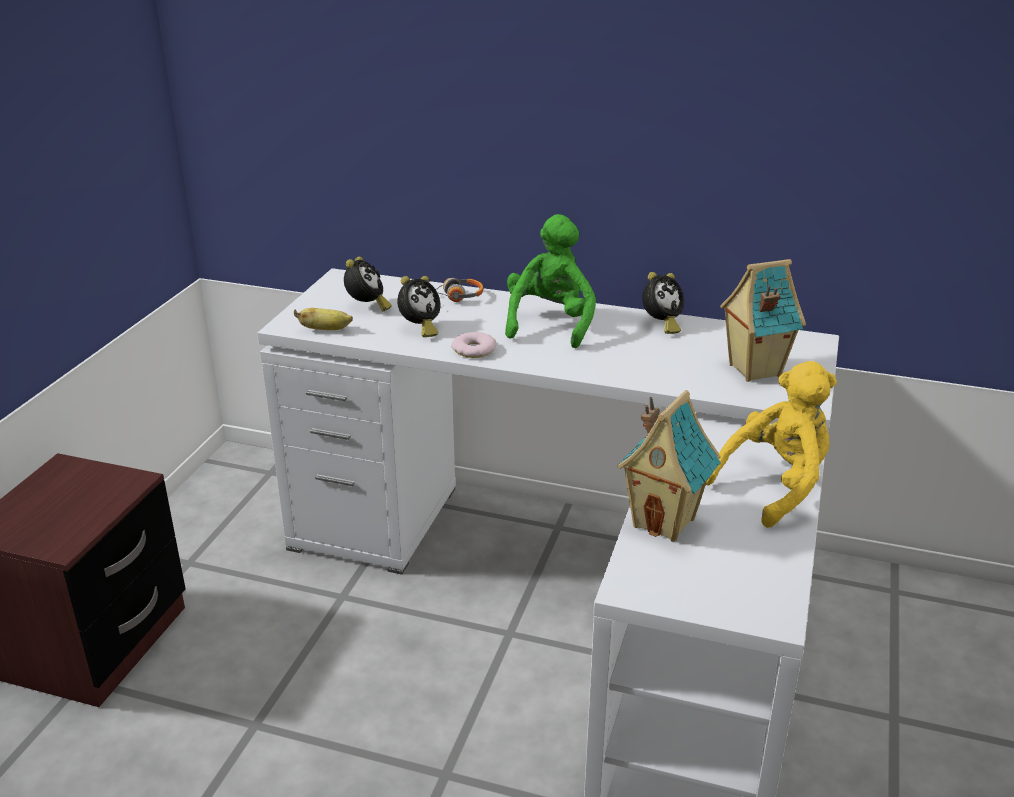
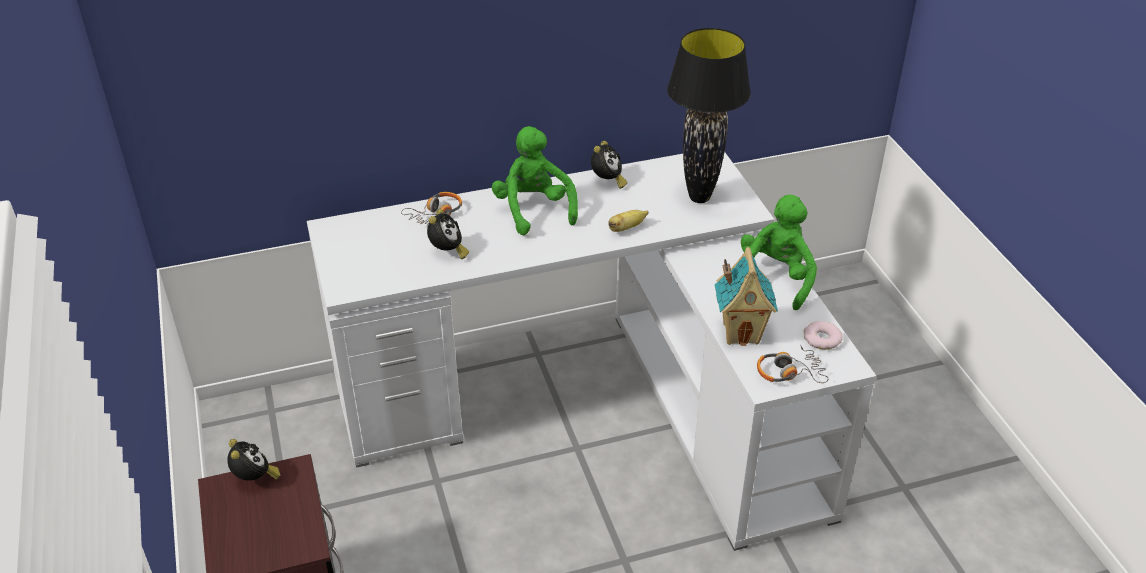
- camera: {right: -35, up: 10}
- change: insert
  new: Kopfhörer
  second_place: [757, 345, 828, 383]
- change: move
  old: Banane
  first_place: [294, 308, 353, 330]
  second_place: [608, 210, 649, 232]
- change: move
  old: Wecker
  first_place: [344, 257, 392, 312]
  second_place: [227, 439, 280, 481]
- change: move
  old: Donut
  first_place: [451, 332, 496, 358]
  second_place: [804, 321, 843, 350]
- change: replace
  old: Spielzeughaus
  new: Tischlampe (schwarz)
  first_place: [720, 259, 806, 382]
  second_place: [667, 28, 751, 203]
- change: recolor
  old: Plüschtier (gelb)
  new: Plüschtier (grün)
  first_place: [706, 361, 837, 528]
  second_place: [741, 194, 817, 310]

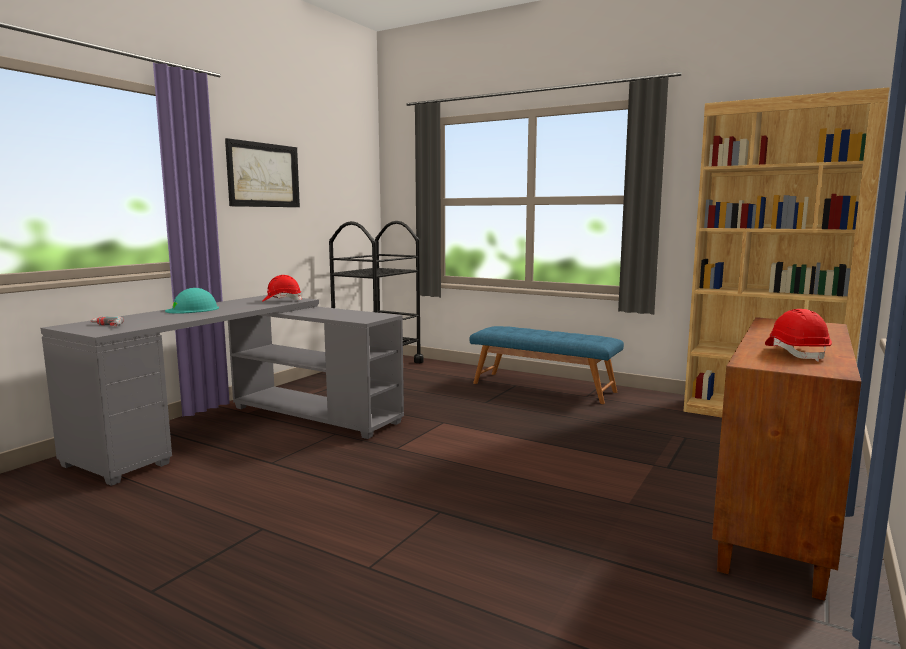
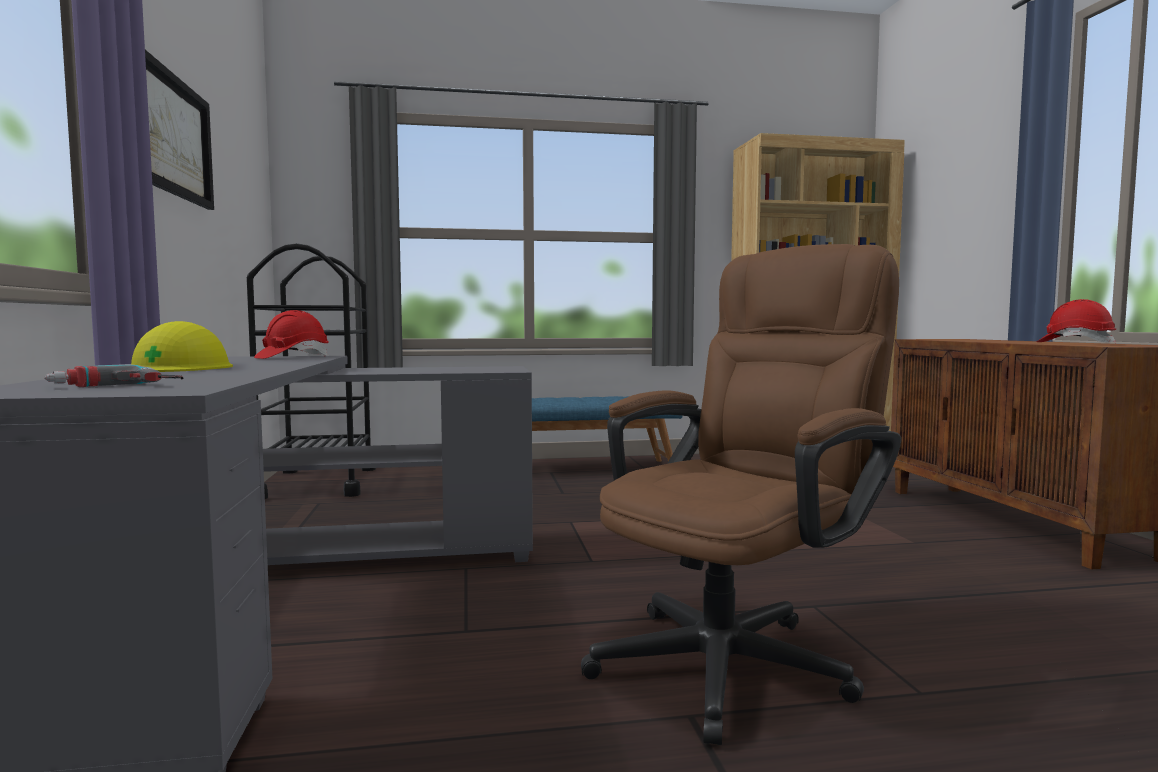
- camera: {right: -40, up: -5}
- change: insert
  new: Bürostuhl (braun)
  second_place: [581, 244, 901, 745]
- change: recolor
  old: Schutzhelm (türkis)
  new: Schutzhelm (gelb)
  first_place: [165, 288, 219, 314]
  second_place: [131, 321, 233, 372]

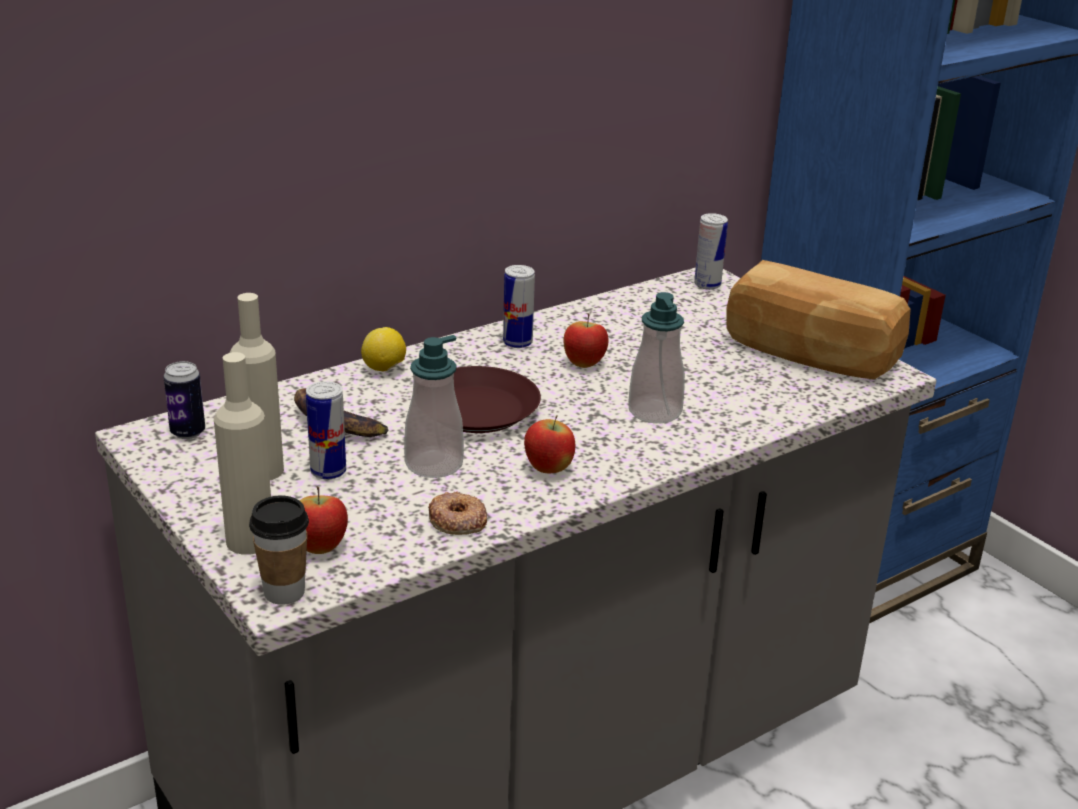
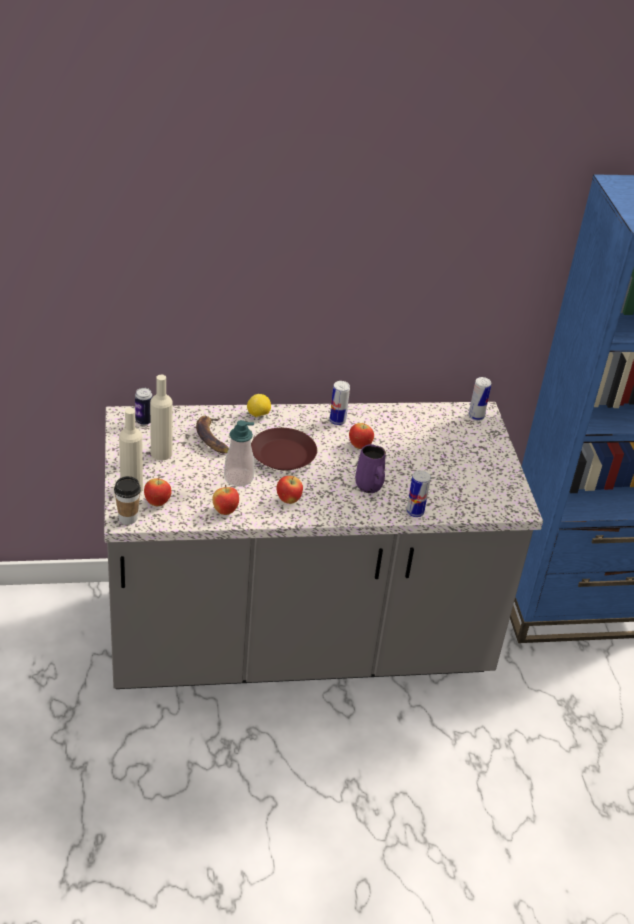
- camera: {right: 25, up: 10}
- change: delete
  old: Brot
  first_place: [726, 260, 911, 380]
- change: move
  old: Dose
  first_place: [306, 381, 346, 480]
  second_place: [406, 470, 431, 517]
- change: replace
  old: Donut
  new: Apfel
  first_place: [428, 491, 487, 535]
  second_place: [212, 485, 239, 515]
- change: replace
  old: Seifenspender
  new: Henkelbecher (lila)
  first_place: [628, 292, 685, 423]
  second_place: [355, 444, 386, 493]

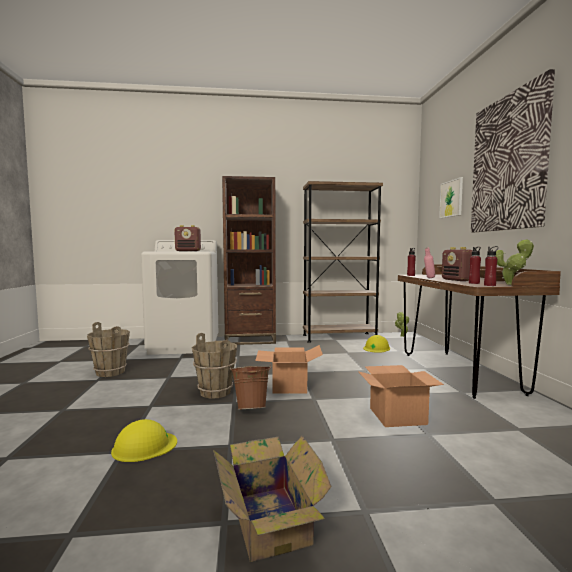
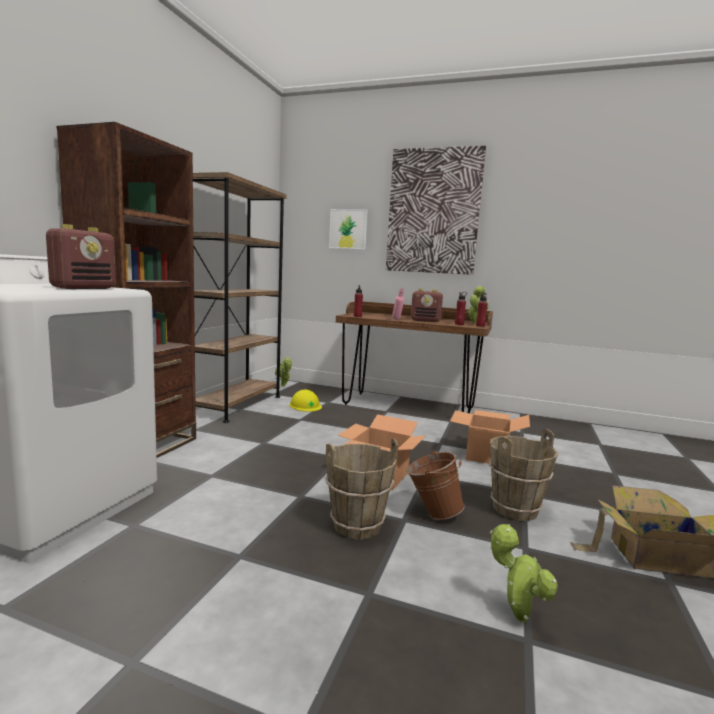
- camera: {right: -65, up: 5}
- change: move
  old: Eimer (braun)
  first_place: [87, 322, 130, 377]
  second_place: [489, 429, 558, 521]
- change: replace
  old: Schutzhelm (gelb)
  new: Topfpflanze
  first_place: [111, 419, 177, 462]
  second_place: [490, 524, 558, 623]

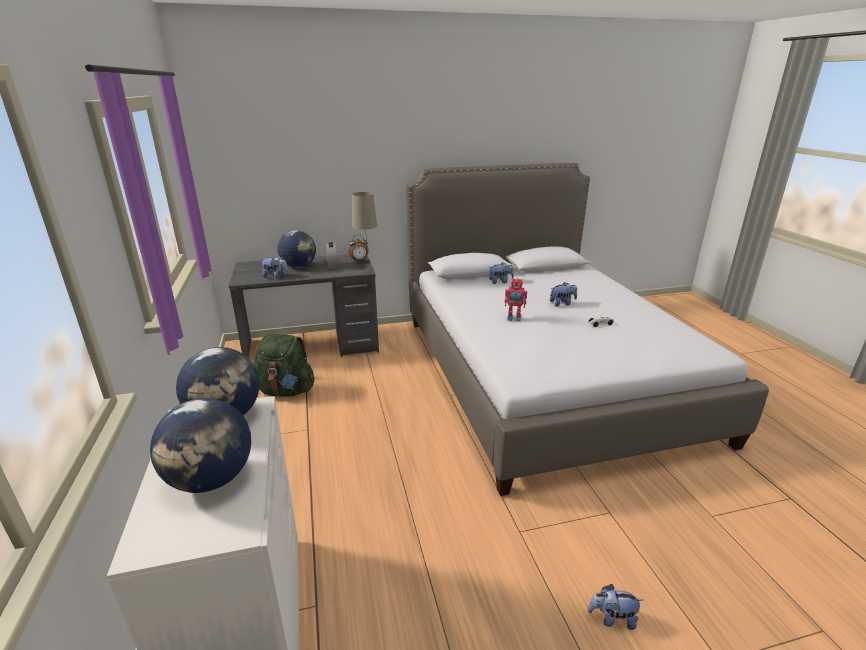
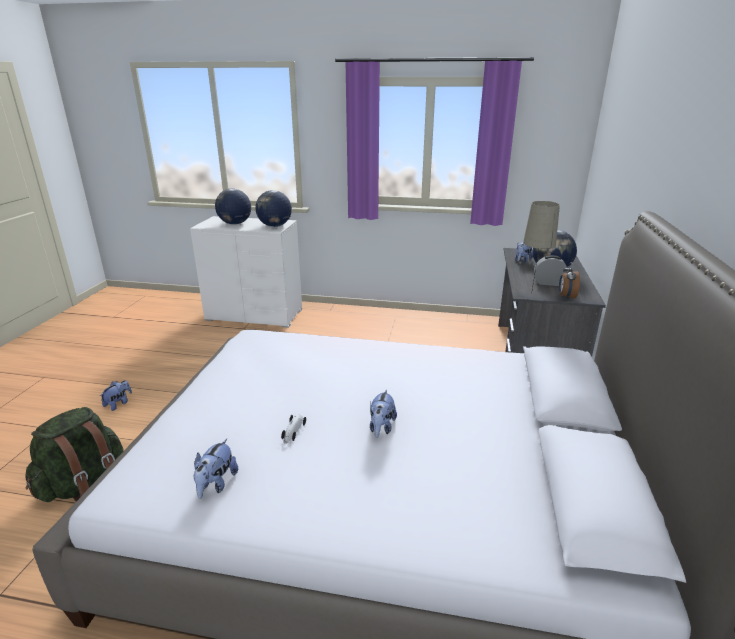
- camera: {right: 115, up: 0}
- change: delete
  old: Spielzeugroboter
  first_place: [505, 278, 527, 322]
- change: move
  old: Rucksack (grün)
  first_place: [253, 334, 314, 397]
  second_place: [25, 407, 124, 502]
- change: move
  old: Plüschtier
  first_place: [488, 262, 514, 284]
  second_place: [194, 439, 238, 499]

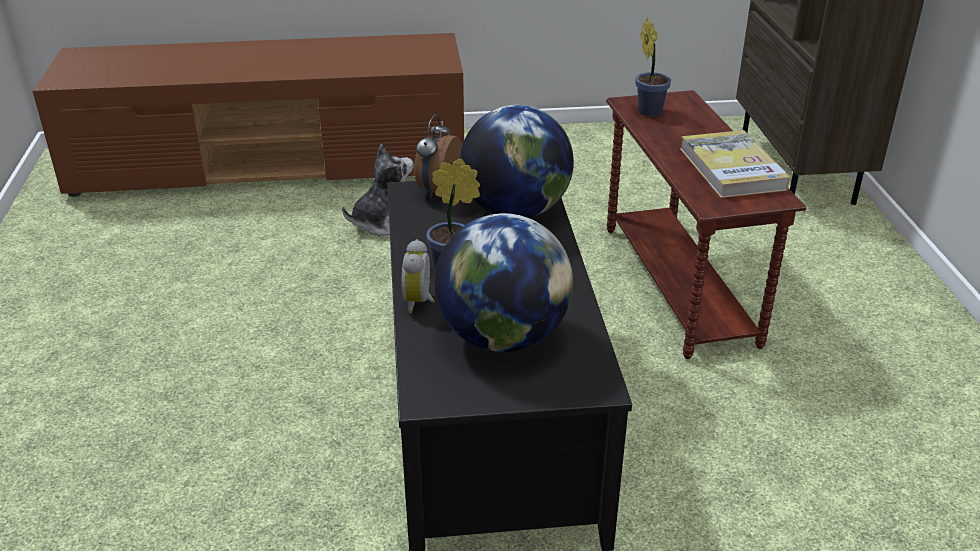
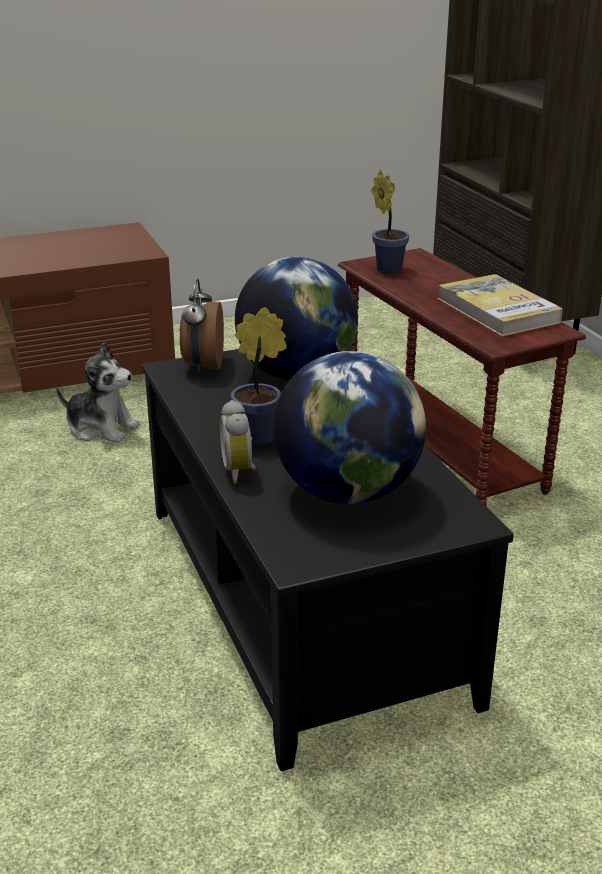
- camera: {right: -15, up: -5}
- change: rotate
  old: Plüschtier
  first_place: [342, 143, 414, 236]
  second_place: [56, 342, 140, 443]
  degrees: 75

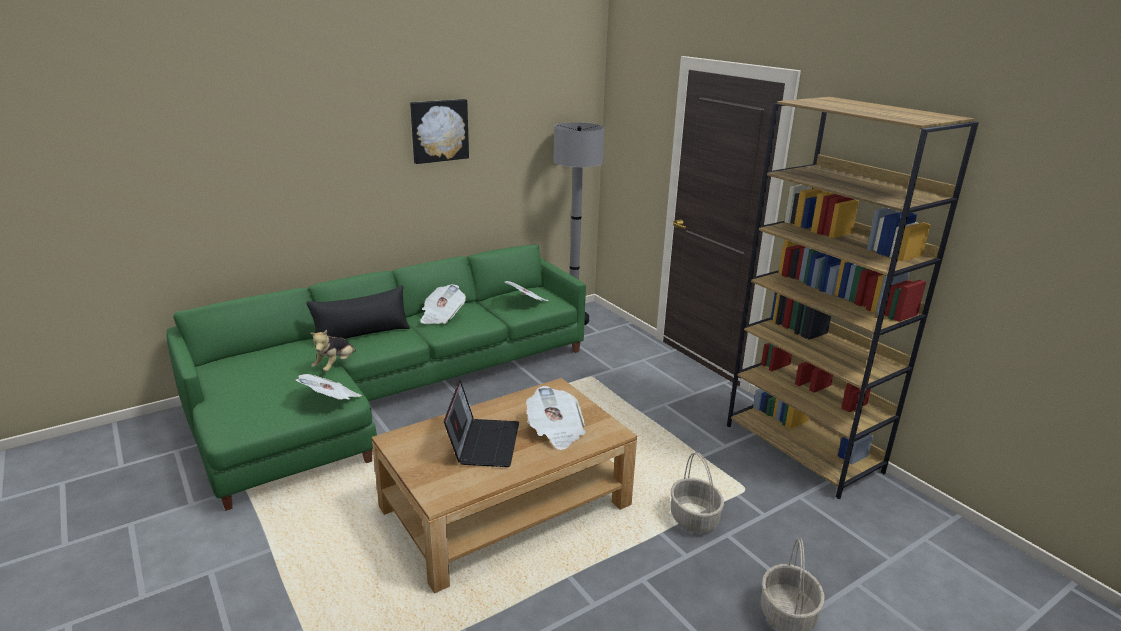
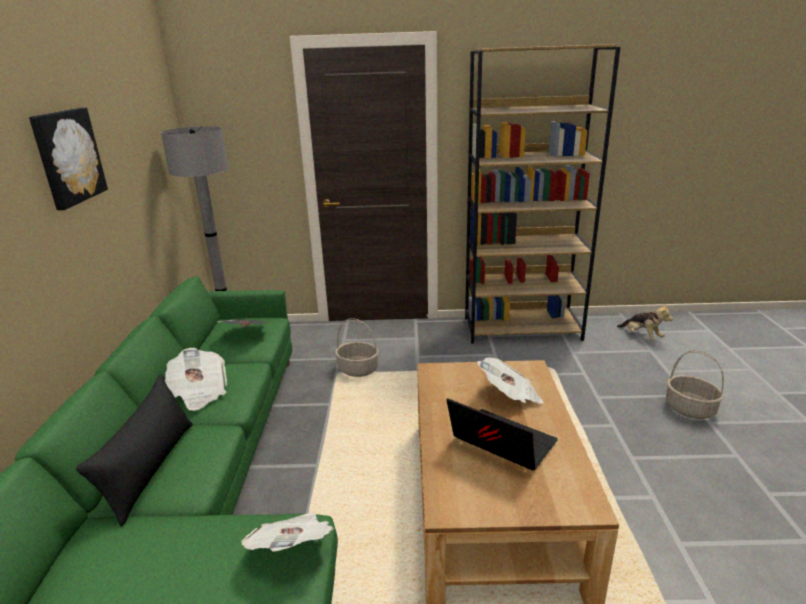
- camera: {right: -55, up: 0}
- change: move
  old: Plüschtier
  first_place: [310, 330, 356, 372]
  second_place: [617, 304, 673, 340]
- change: move
  old: Korb
  first_place: [671, 452, 724, 533]
  second_place: [335, 318, 379, 377]

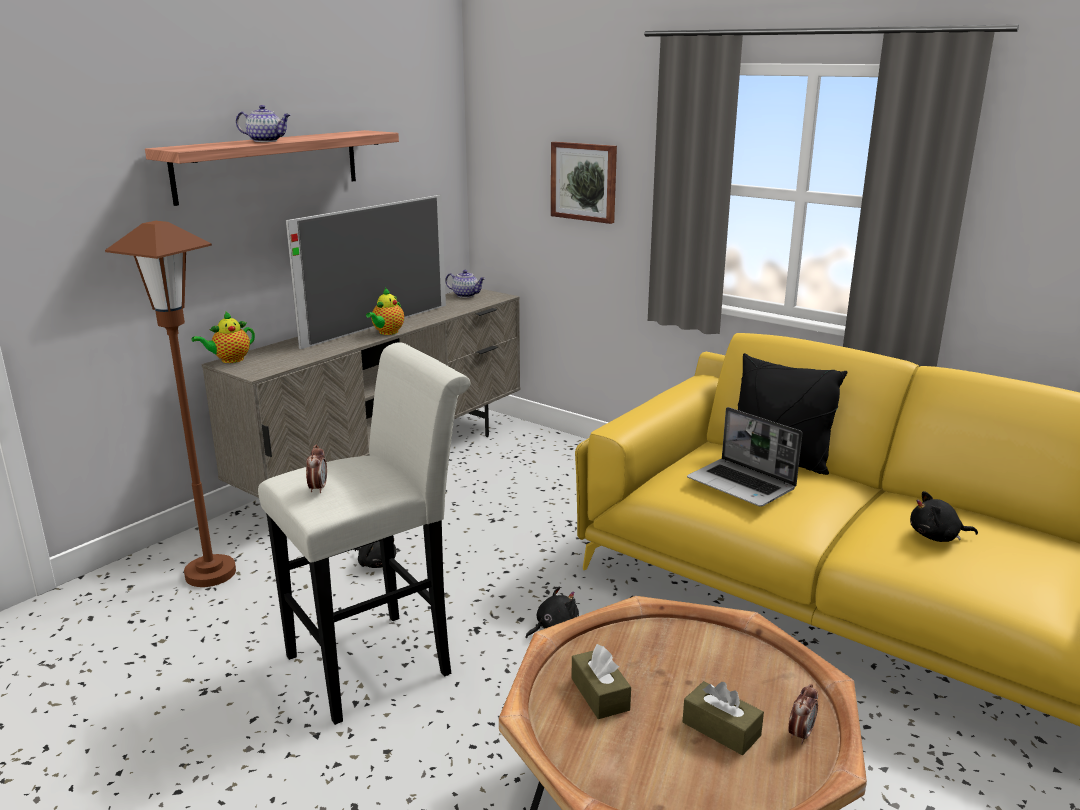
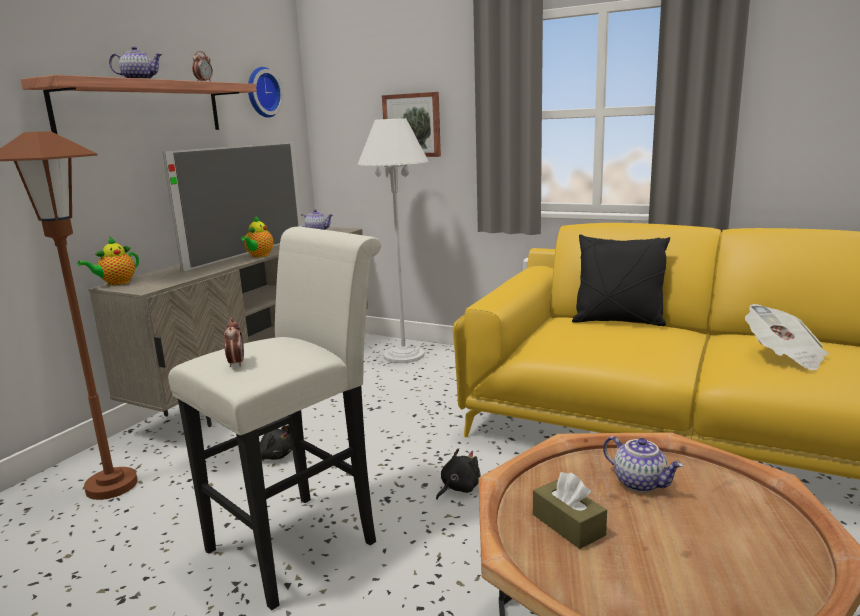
- camera: {right: -10, up: -5}
- change: delete
  old: Taschentuchbox (braun)
  first_place: [683, 681, 764, 755]
- change: delete
  old: Laptop
  first_place: [687, 407, 802, 507]
- change: insert
  new: Wanduhr
  second_place: [248, 67, 283, 118]
- change: insert
  new: Stehlampe (weiß)
  second_place: [357, 118, 429, 363]
- change: insert
  new: Teekanne
  second_place: [603, 436, 683, 492]
- change: move
  old: Wecker
  first_place: [789, 684, 818, 744]
  second_place: [192, 51, 213, 82]
- change: replace
  old: Plüschtier (schwarz)
  new: Zeitung
  first_place: [910, 491, 978, 542]
  second_place: [745, 304, 829, 371]

